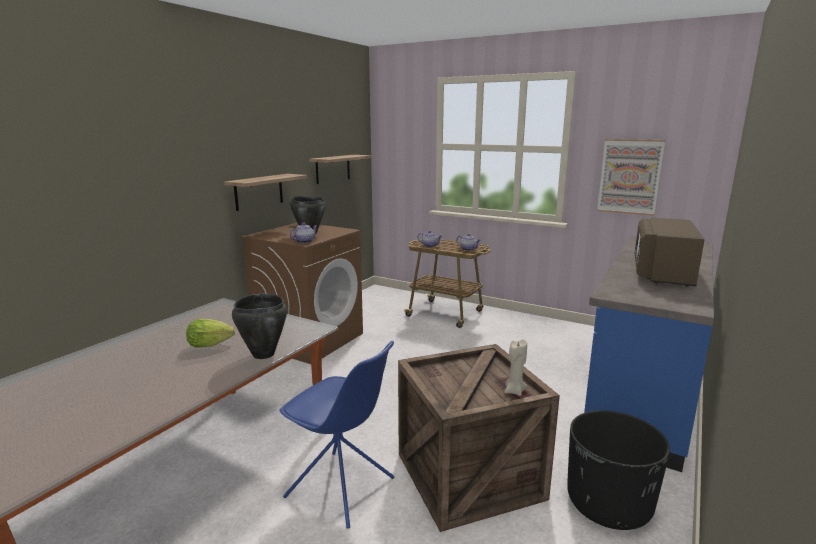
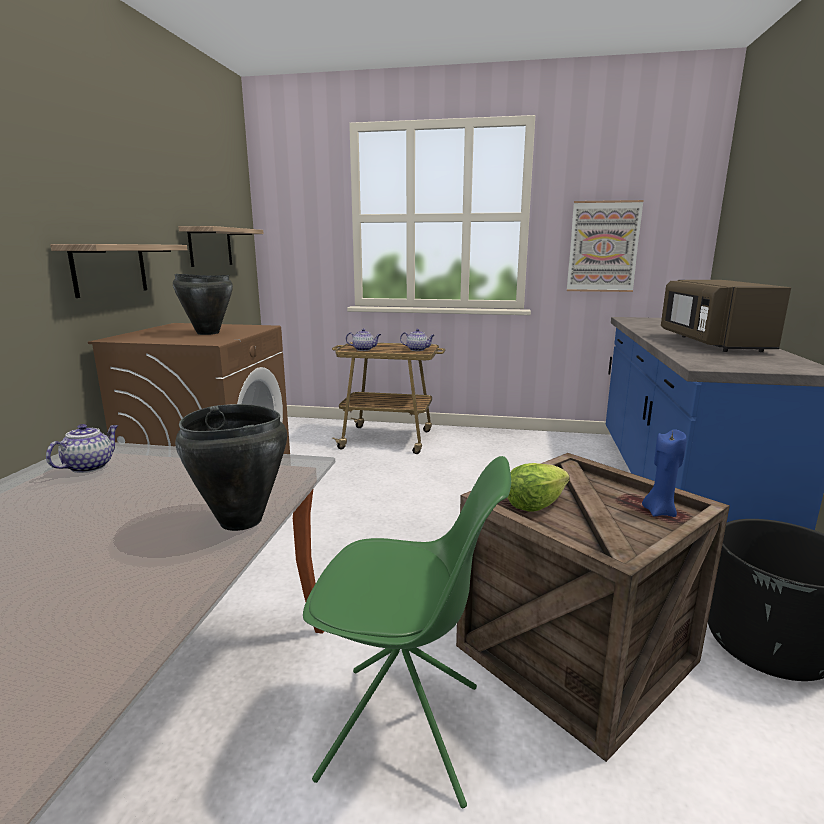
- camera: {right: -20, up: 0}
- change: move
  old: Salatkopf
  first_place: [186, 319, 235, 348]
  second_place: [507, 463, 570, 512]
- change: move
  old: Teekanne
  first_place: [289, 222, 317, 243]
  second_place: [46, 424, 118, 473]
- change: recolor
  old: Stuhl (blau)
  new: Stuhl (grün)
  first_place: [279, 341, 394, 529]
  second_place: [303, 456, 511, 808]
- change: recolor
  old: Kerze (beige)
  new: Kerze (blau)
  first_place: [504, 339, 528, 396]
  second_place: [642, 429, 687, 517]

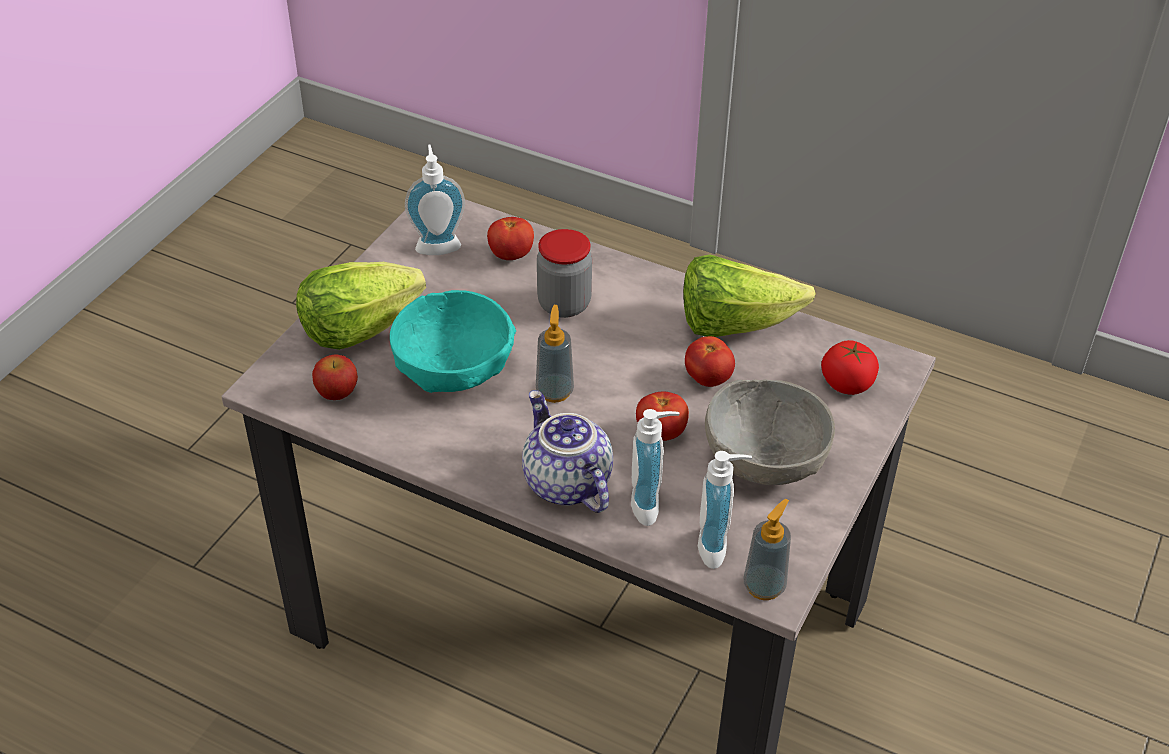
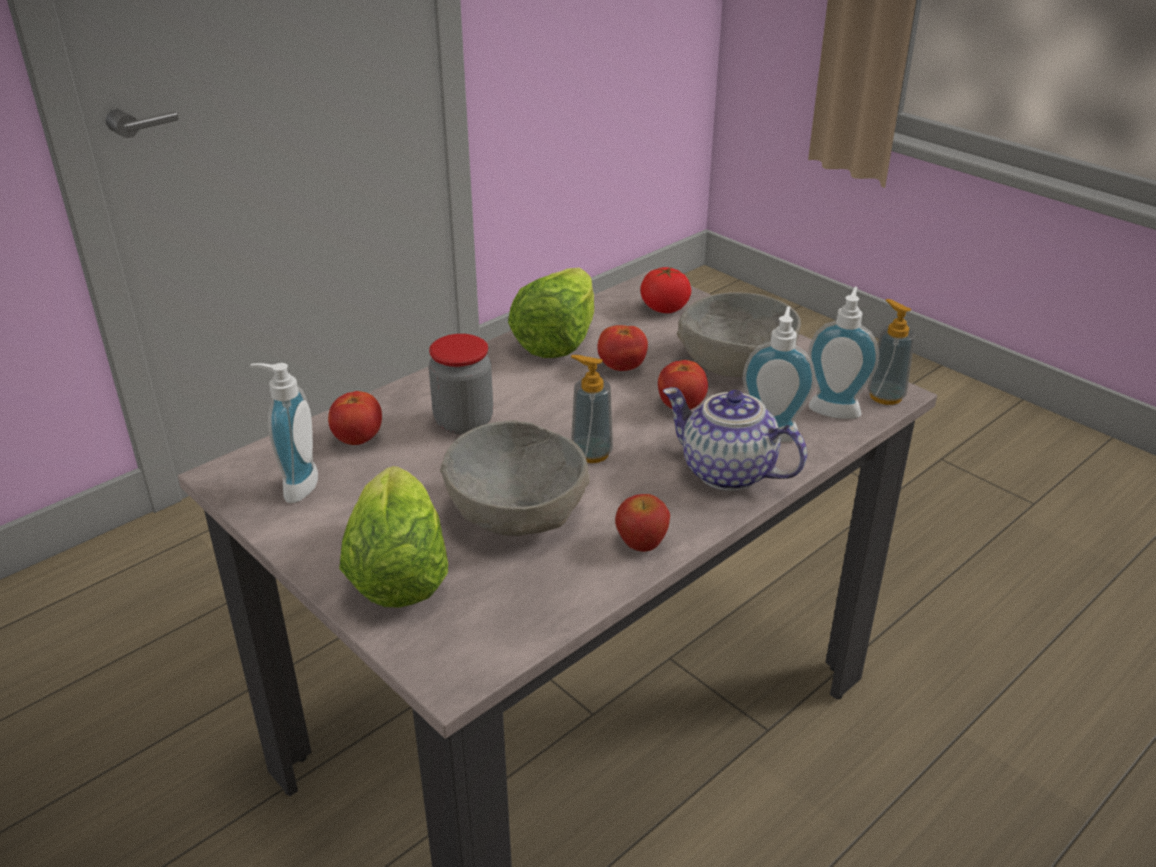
- camera: {right: -70, up: -10}
- change: move
  old: Apfel
  first_place: [312, 354, 358, 400]
  second_place: [615, 494, 670, 552]
- change: recolor
  old: Schüssel (türkis)
  new: Schüssel (grau)
  first_place: [390, 290, 516, 393]
  second_place: [440, 420, 589, 536]
- change: rotate
  old: Teekanne
  first_place: [522, 390, 613, 513]
  second_place: [663, 387, 807, 491]
  degrees: 45

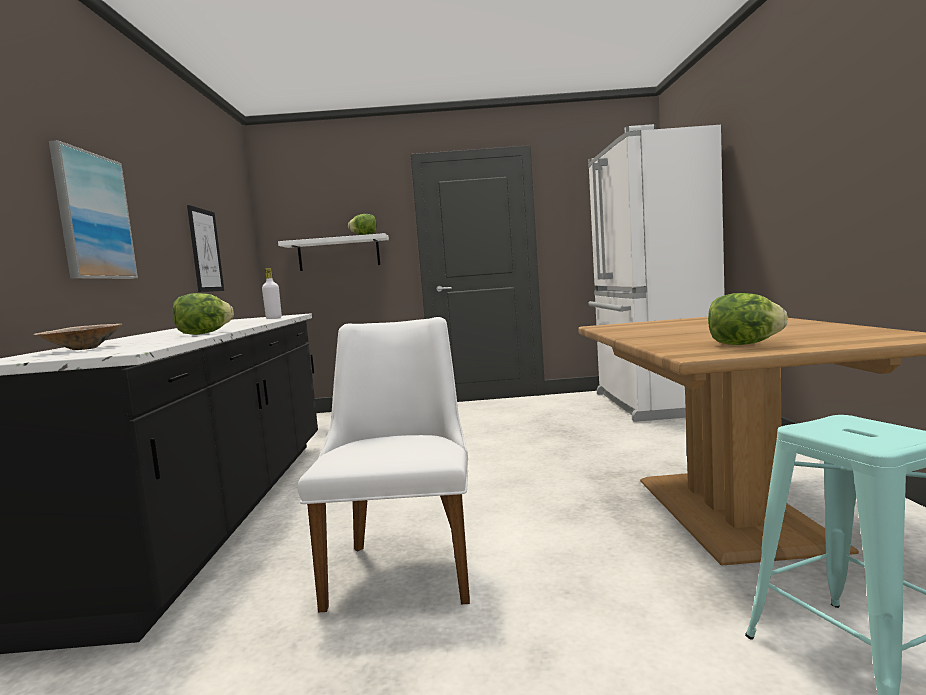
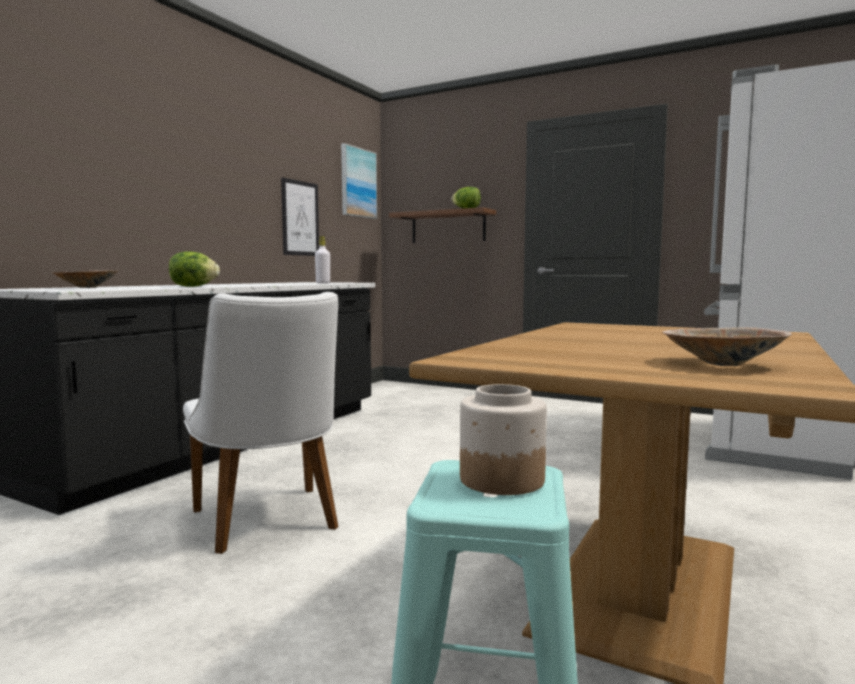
- camera: {right: 30, up: 0}
- change: delete
  old: Salatkopf
  first_place: [708, 293, 788, 345]
- change: insert
  new: Vorratsglas
  second_place: [460, 384, 547, 495]
- change: insert
  new: Schüssel (beige)
  second_place: [662, 327, 792, 366]
- change: move
  old: Bild
  first_place: [49, 140, 138, 279]
  second_place: [341, 143, 377, 219]
- change: recolor
  old: Wandregal (weiß)
  new: Wandregal (braun)
  first_place: [278, 233, 389, 271]
  second_place: [389, 207, 496, 243]
- change: rotate
  old: Stuhl (weiß)
  first_place: [297, 317, 470, 612]
  second_place: [183, 292, 338, 554]
  degrees: 120

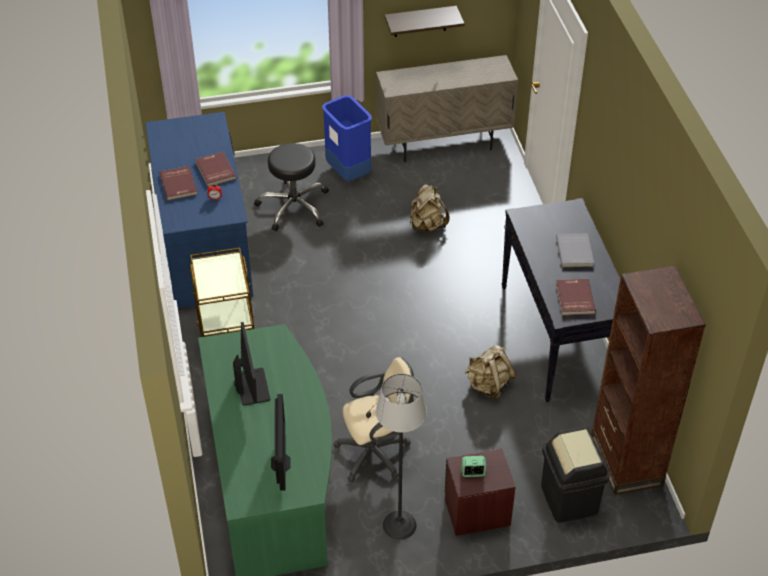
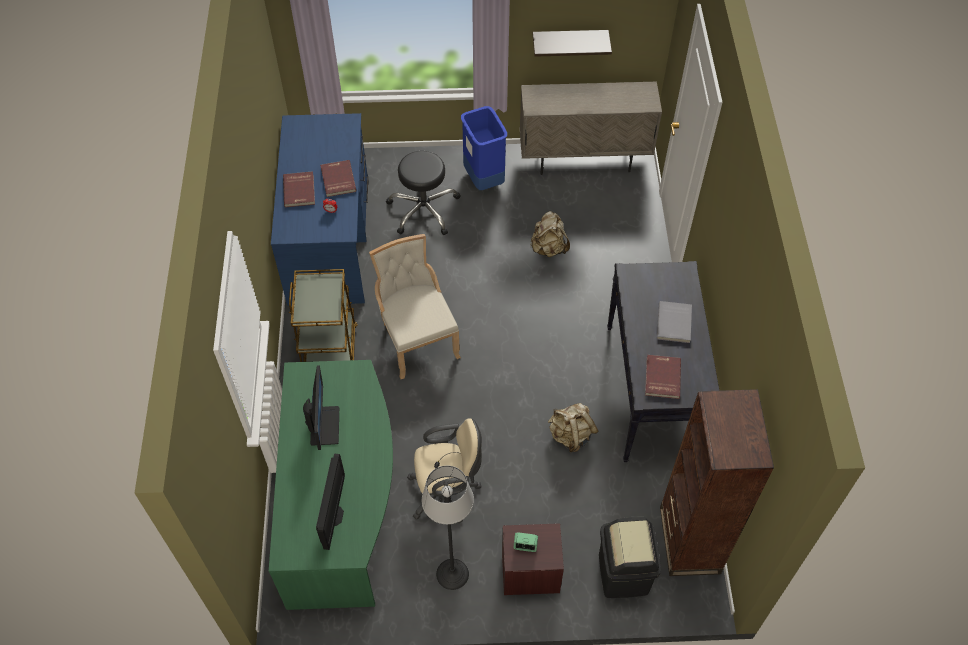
- camera: {right: 10, up: 10}
- change: insert
  new: Stuhl (beige)
  second_place: [369, 234, 461, 379]

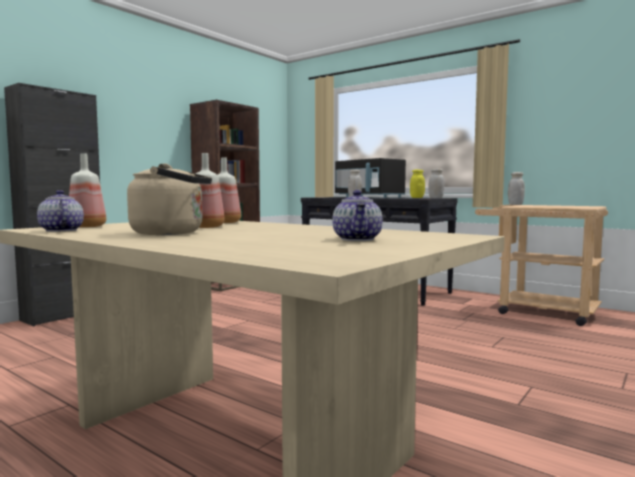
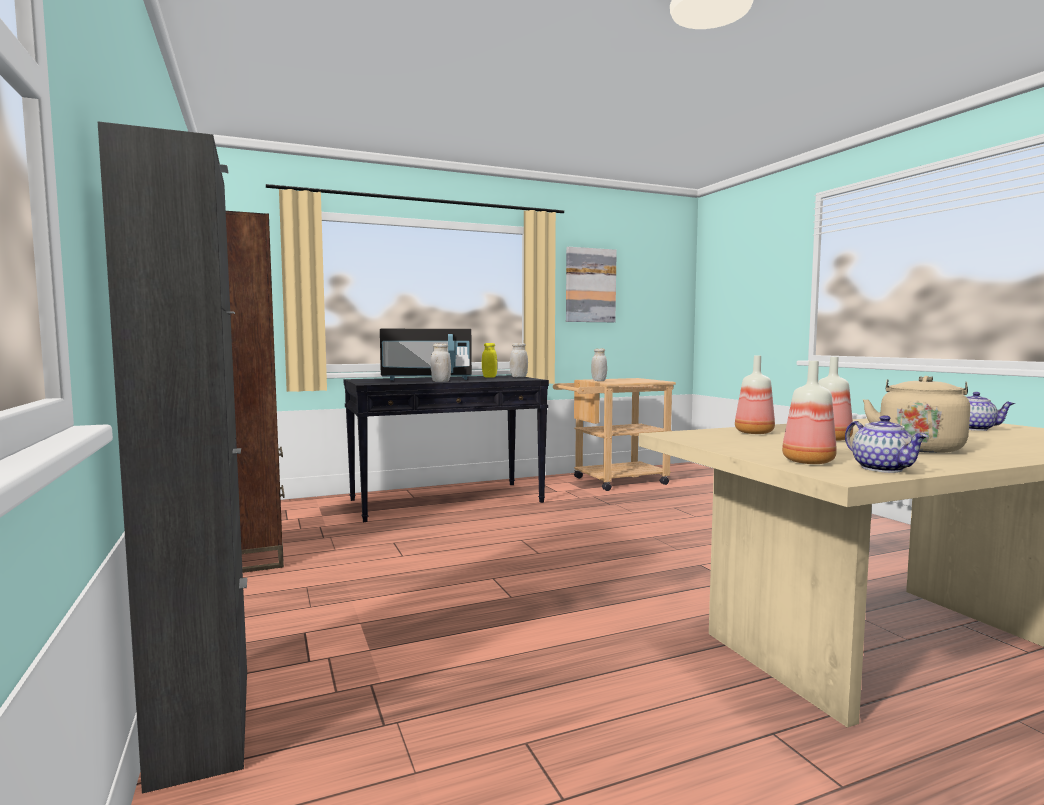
- camera: {right: -60, up: 0}
- change: insert
  new: Bild
  second_place: [566, 247, 617, 322]
- change: rotate
  old: Teekanne
  first_place: [37, 190, 84, 232]
  second_place: [845, 415, 928, 473]
  degrees: -105

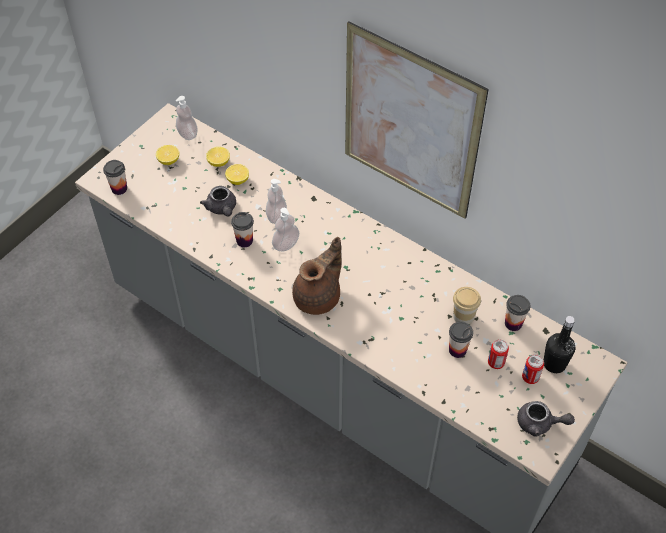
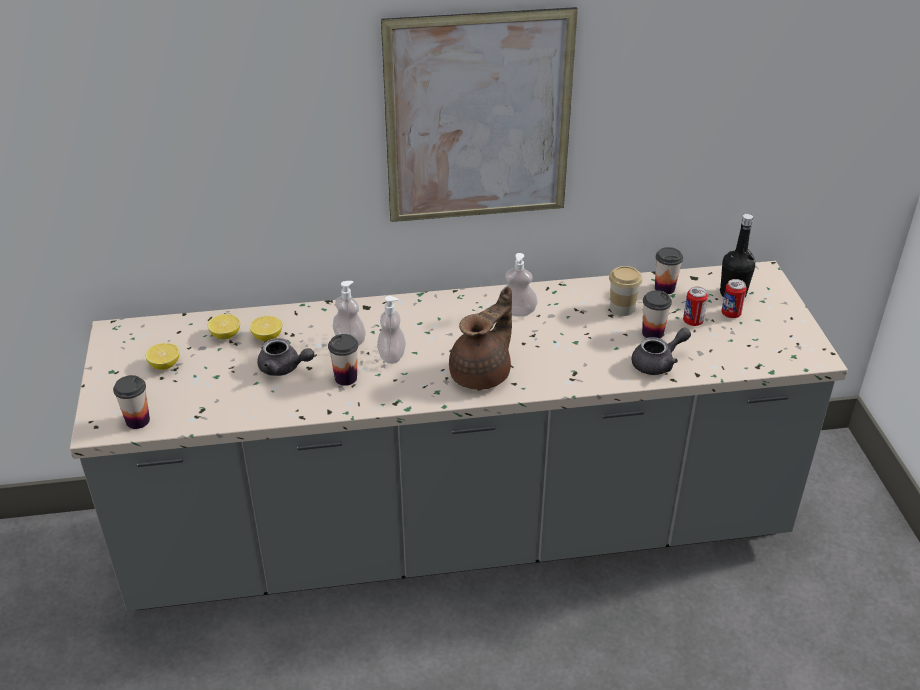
- camera: {right: -45, up: -15}
- change: move
  old: Seifenspender
  first_place: [176, 96, 198, 140]
  second_place: [499, 253, 537, 317]
- change: move
  old: Teekanne (grau)
  first_place: [517, 401, 575, 437]
  second_place: [632, 328, 691, 375]
- change: rotate
  old: Teekanne (braun)
  first_place: [292, 237, 342, 315]
  second_place: [449, 287, 512, 390]
  degrees: 45

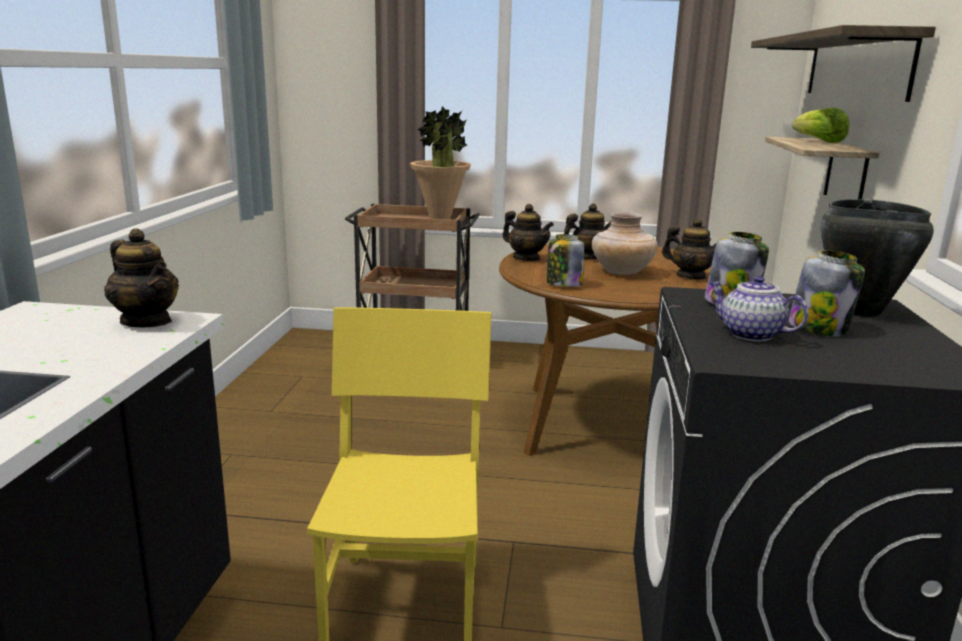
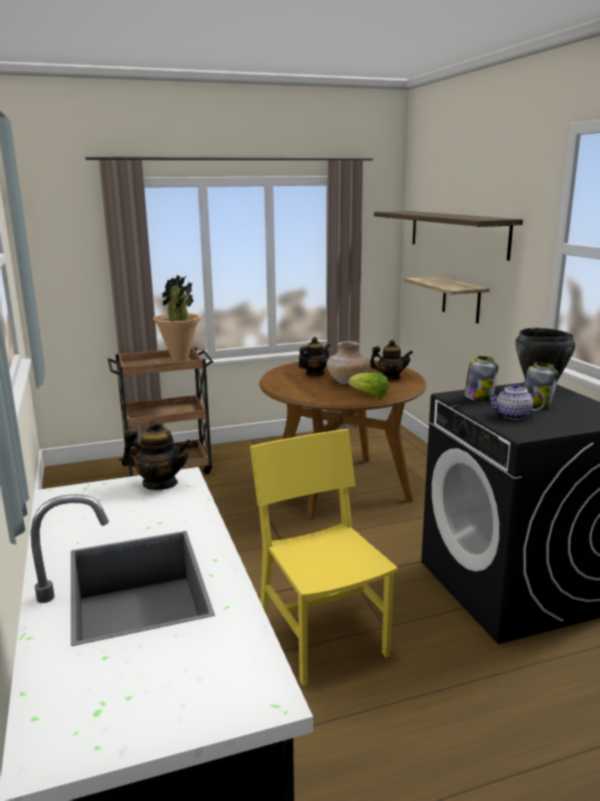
- camera: {right: -25, up: 0}
- change: delete
  old: Teekanne
  first_place: [502, 204, 554, 261]
- change: delete
  old: Vorratsglas
  first_place: [547, 234, 584, 287]
- change: move
  old: Salatkopf
  first_place: [792, 108, 849, 143]
  second_place: [348, 373, 389, 398]

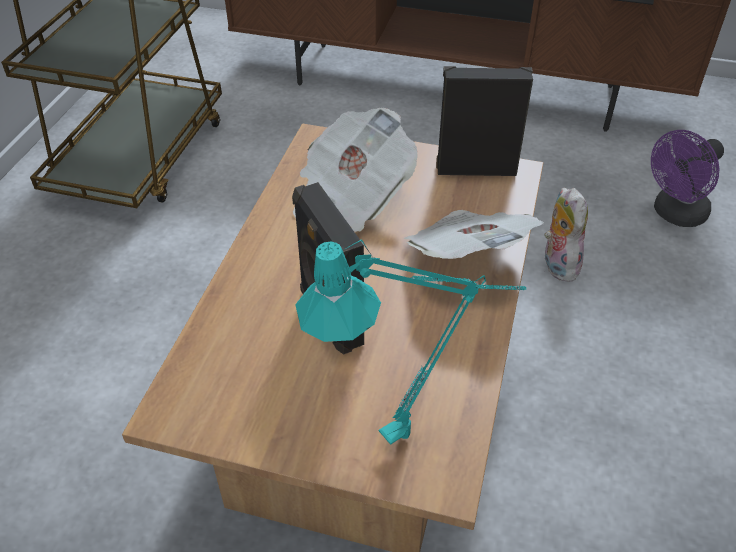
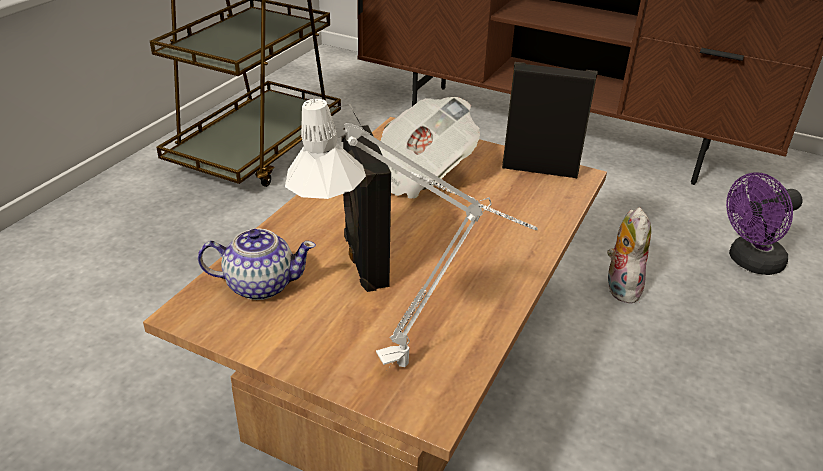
- camera: {right: 10, up: -10}
- change: delete
  old: Zeitung
  first_place: [404, 210, 544, 259]
- change: insert
  new: Teekanne
  second_place: [198, 229, 316, 300]
- change: recolor
  old: Tischlampe (türkis)
  new: Tischlampe (weiß)
  first_place: [295, 239, 526, 445]
  second_place: [285, 97, 537, 369]

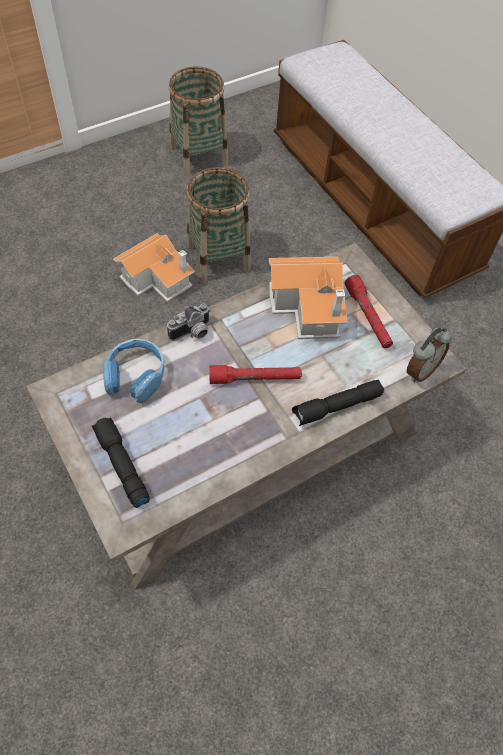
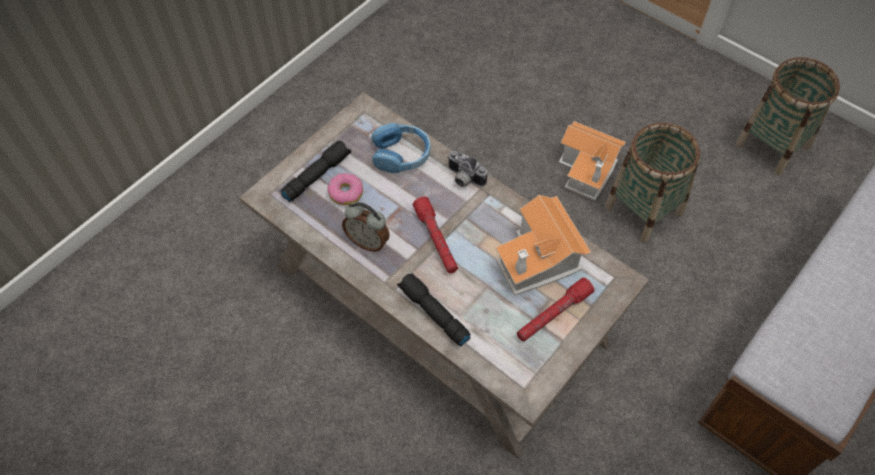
- camera: {right: 75, up: 0}
- change: insert
  new: Donut
  second_place: [328, 173, 363, 205]
- change: move
  old: Wecker
  first_place: [407, 328, 451, 382]
  second_place: [342, 202, 390, 252]

